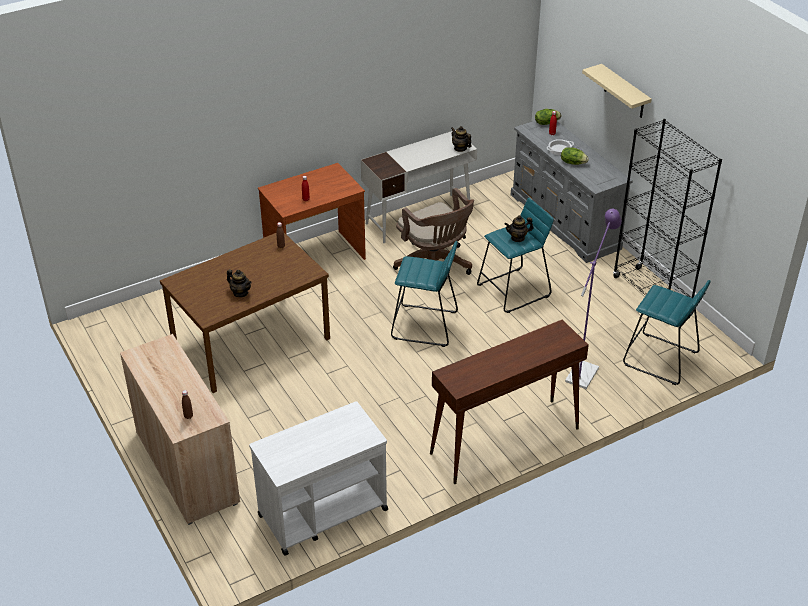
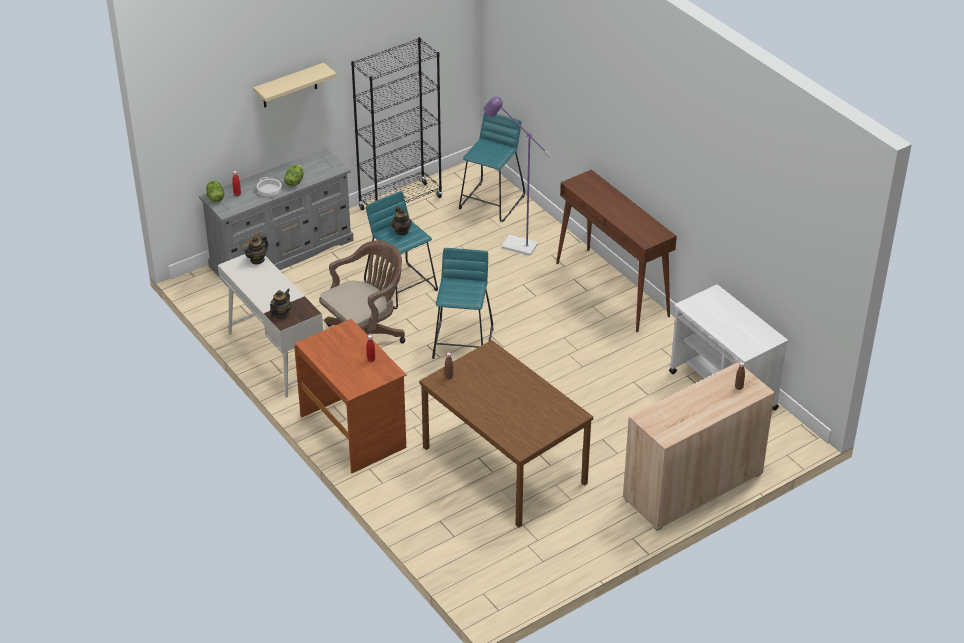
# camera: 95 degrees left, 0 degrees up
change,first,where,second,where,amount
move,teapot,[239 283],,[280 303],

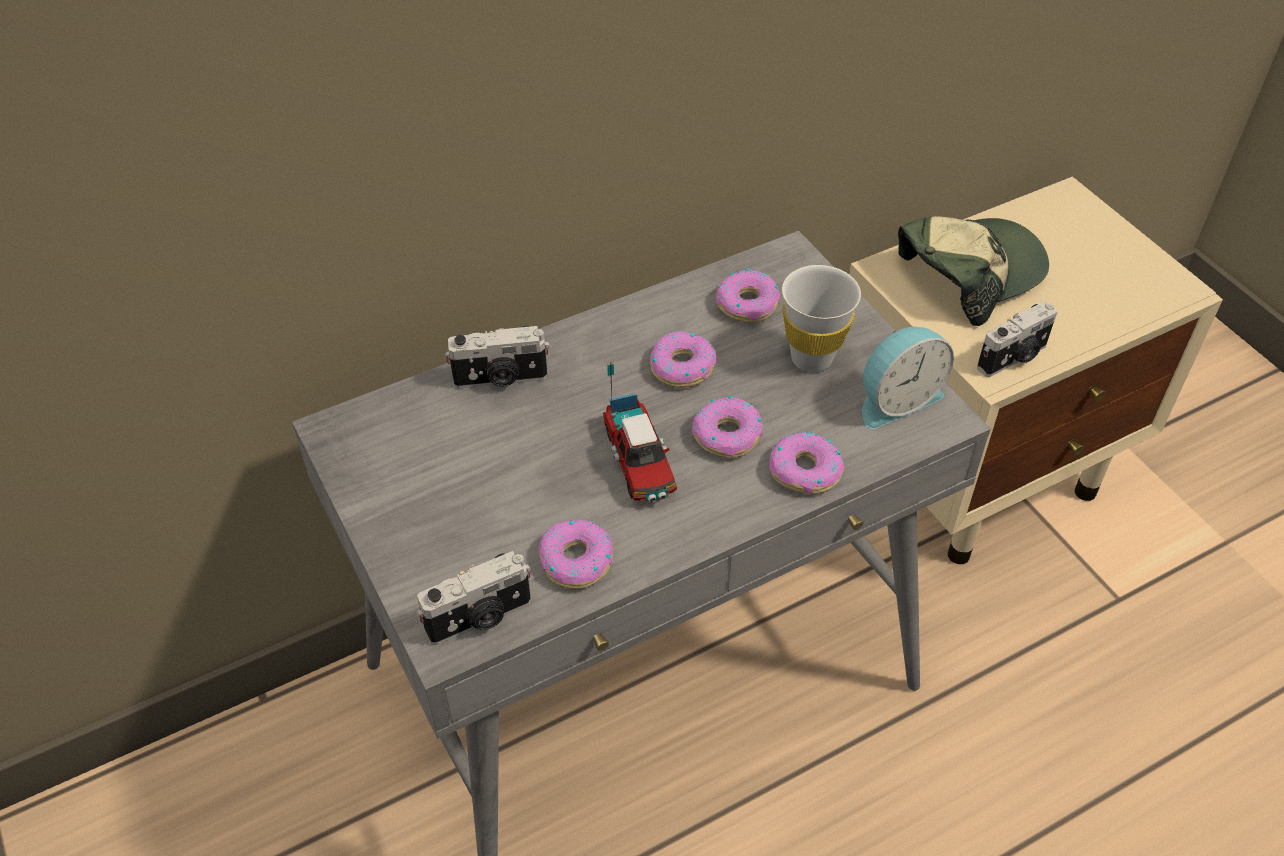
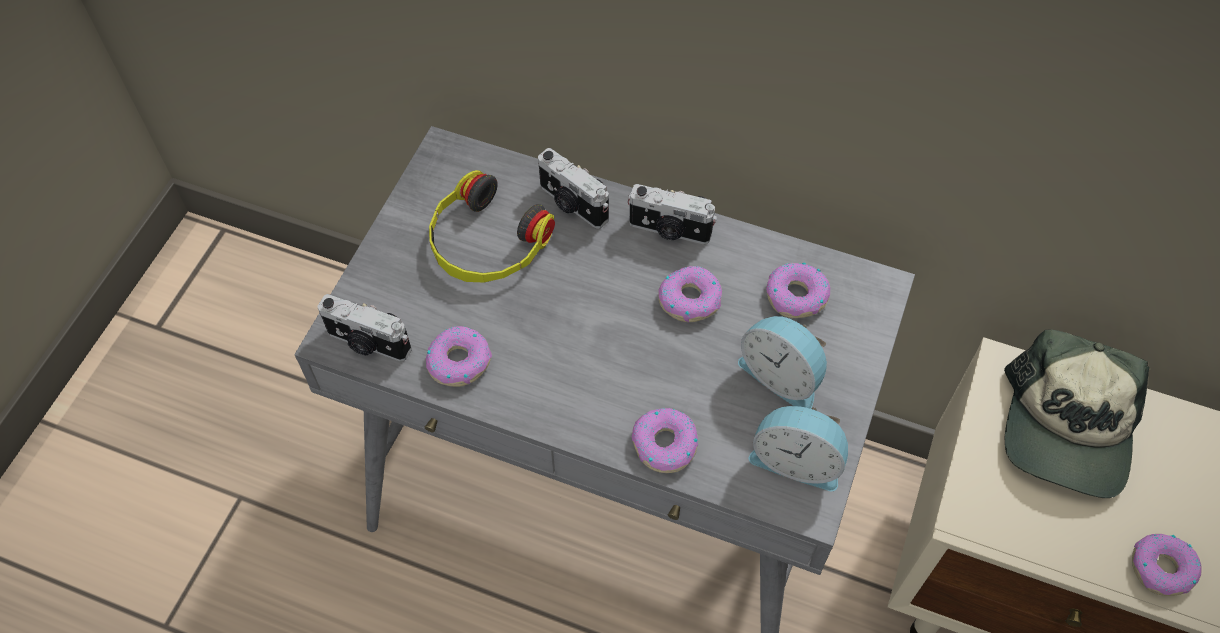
# camera: 50 degrees right, 10 degrees up
change,first,where,second,where,amount
insert,,,headphones,[492 226],
move,photo camera,[1017 339],,[672 214],
replace,white cup,[821 319],alarm clock,[782 362],
rotate,cap,[973 271],,[1076 413],90 degrees clockwise
move,donut,[727 427],,[1166 565],
delete,toy truck,[640 431],,,

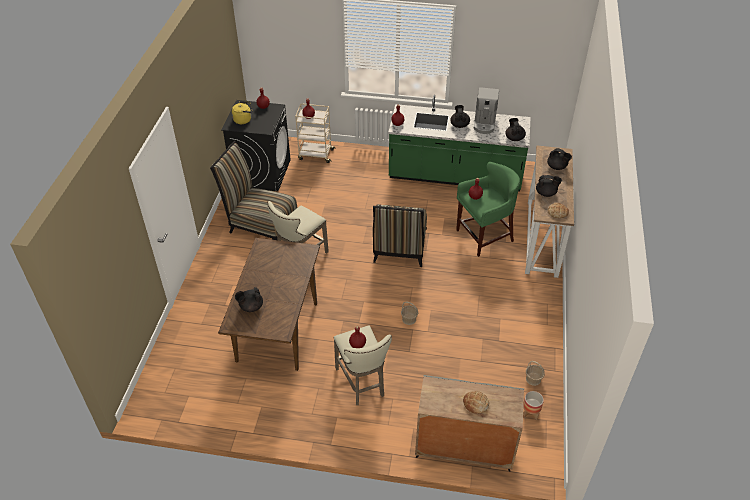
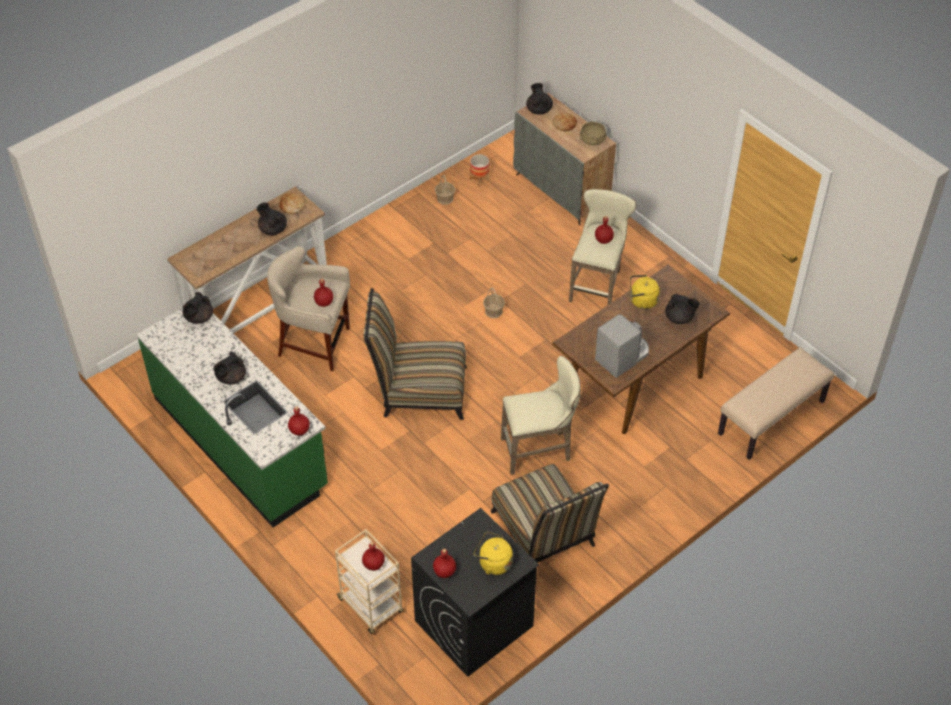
# camera: 140 degrees left, 5 degrees up
change,first,where,second,where,amount
recolor,green stool,[488 209],beige stool,[308 308],
rotate,chair,[400 235],,[415 354],135 degrees counterclockwise
move,black teapot,[559 159],,[539 99],
insert,,,beige cooking pot,[593 133],
move,coffee machine,[486 110],,[622 346],
insert,,,yellow kettle,[645 292],
insert,,,beige bench,[776 403],

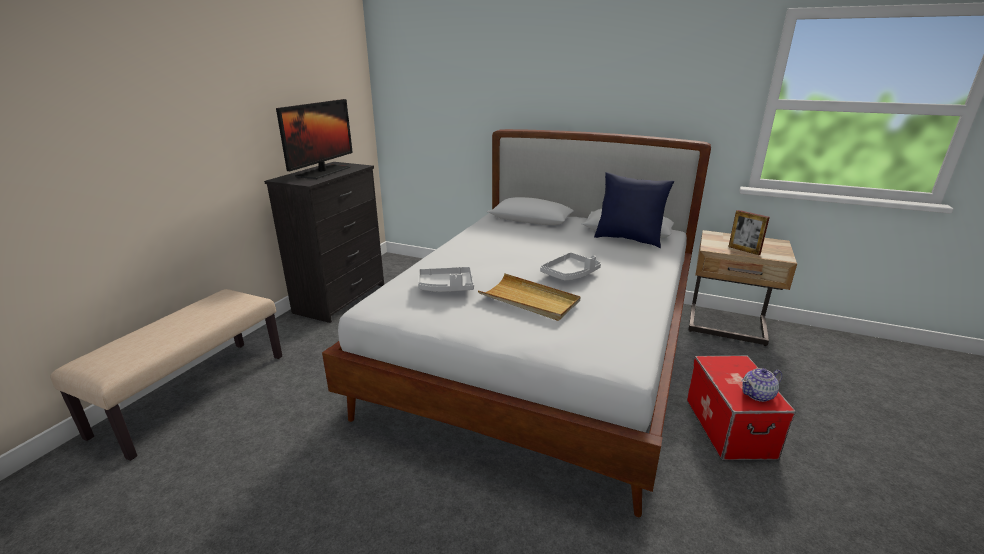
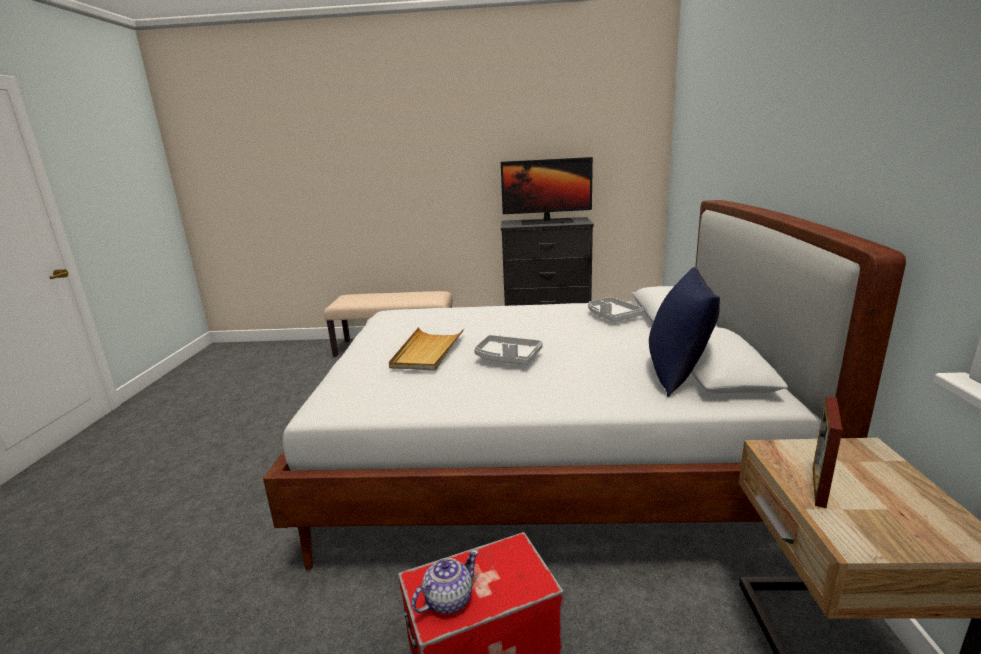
# camera: 70 degrees right, 5 degrees down
change,first,where,second,where,amount
rotate,teapot,[762 385],,[445 582],90 degrees clockwise
move,grey tray,[446 279],,[616 309],

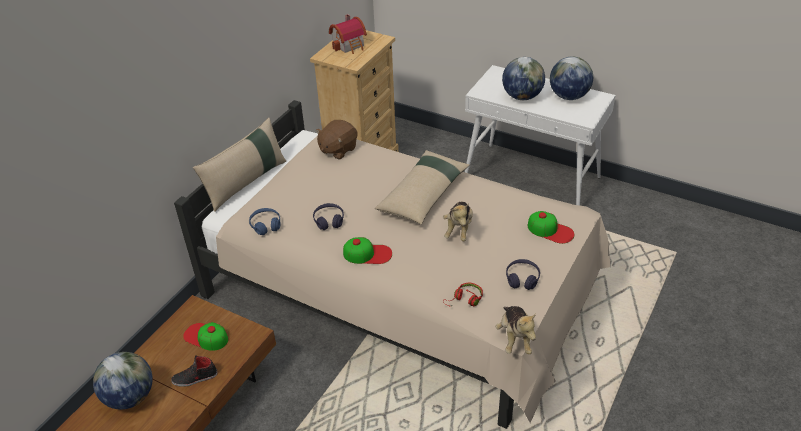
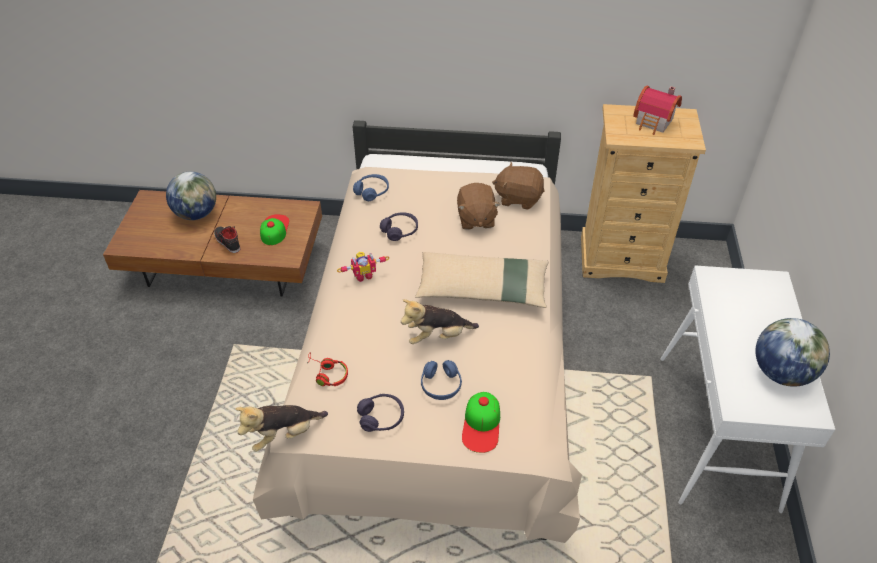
# camera: 65 degrees right, 5 degrees up
change,first,where,second,where,amount
replace,cap,[367 250],toy robot,[363 267],
insert,,,blue headphones,[441 380],
insert,,,brown plush toy,[479 206],
delete,beige pillow,[239 164],,,
delete,globe,[523 78],,,

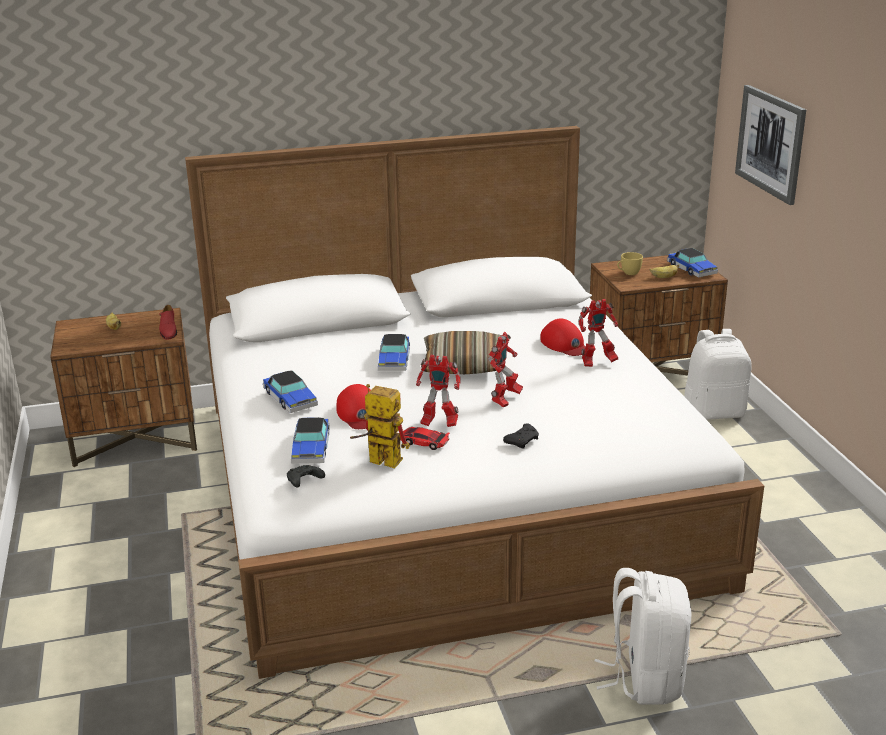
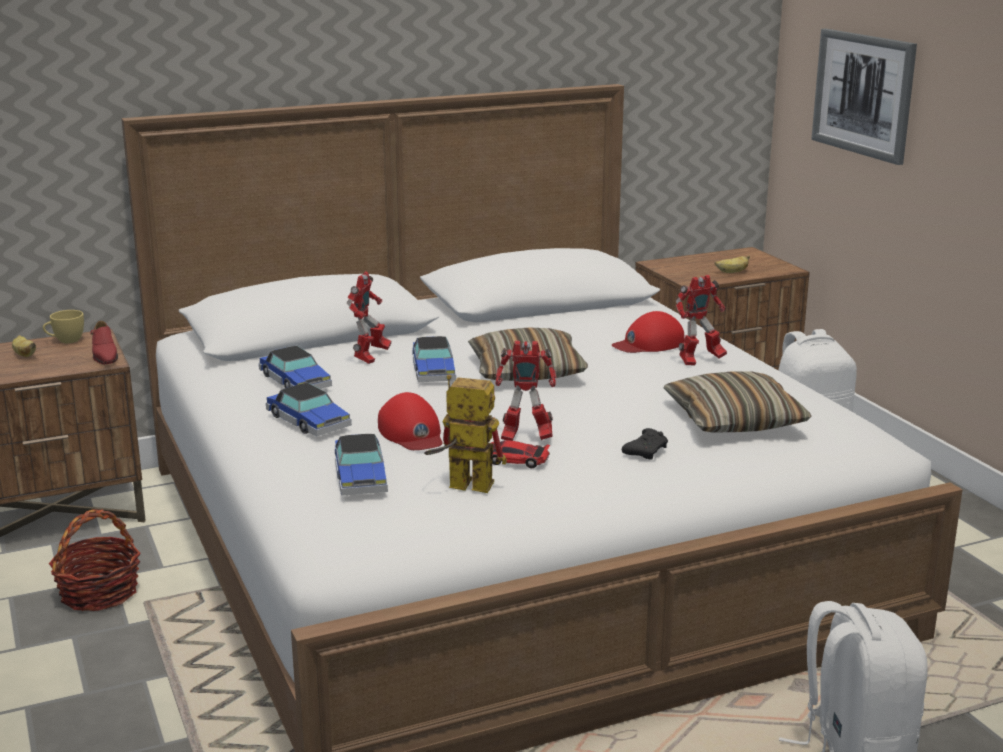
# camera: 10 degrees left, 5 degrees down
change,first,where,second,where,amount
move,yellow cup,[630 263],,[63 326],
insert,,,basket,[94 560],
move,toy car,[692 262],,[295 367],
move,toy robot,[505 369],,[369 317],
rotate,red cap,[562 337],,[648 332],105 degrees clockwise
insert,,,pillow,[737 401],
delete,black game controller,[306 476],,,

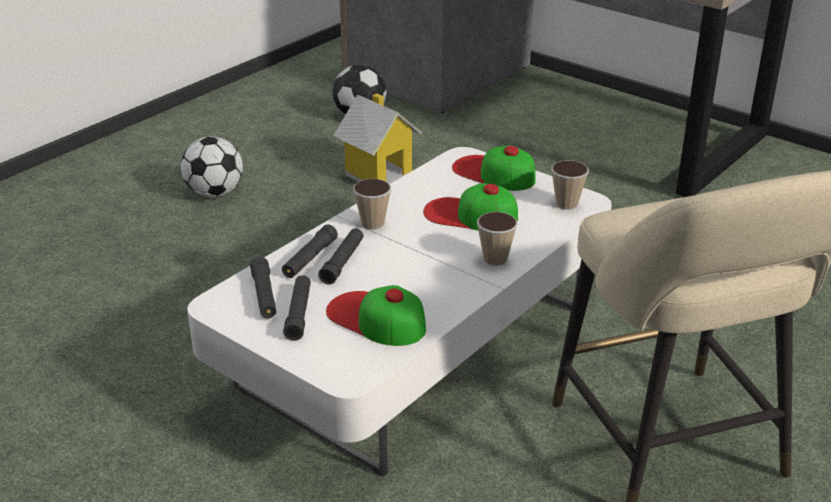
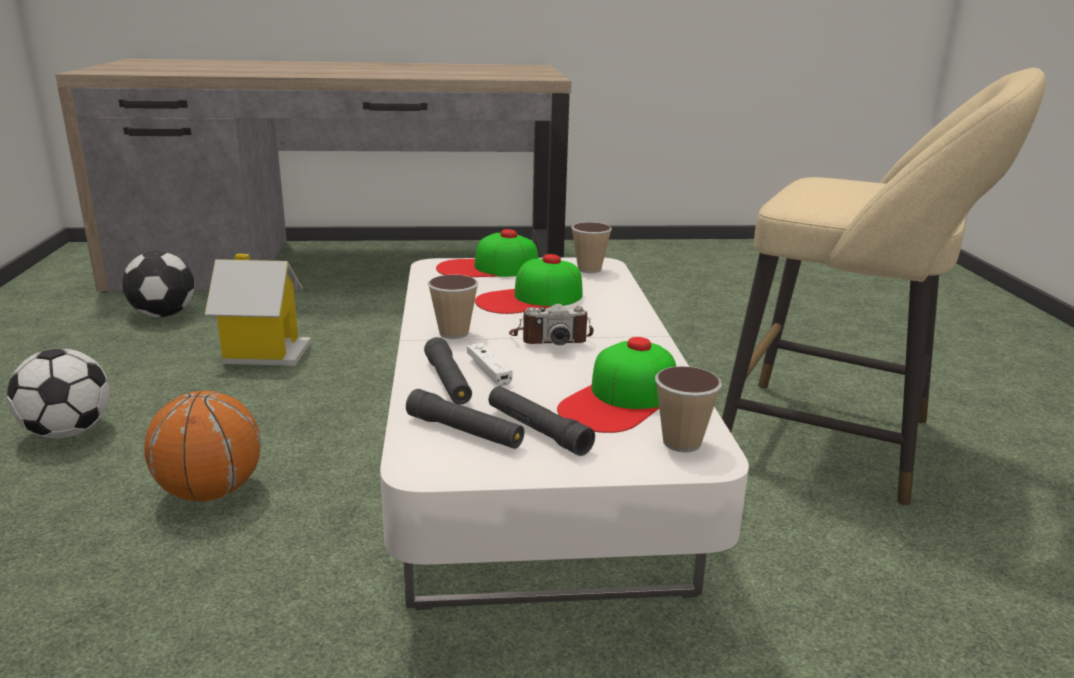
# camera: 45 degrees left, 10 degrees down
change,first,where,second,where,amount
insert,,,basketball,[202 446],
replace,black flashlight,[340 256],white game controller,[490 364],
insert,,,photo camera,[551 324],
rotate,cap,[376 315],,[616 385],45 degrees counterclockwise
move,cup,[497 239],,[688 409],

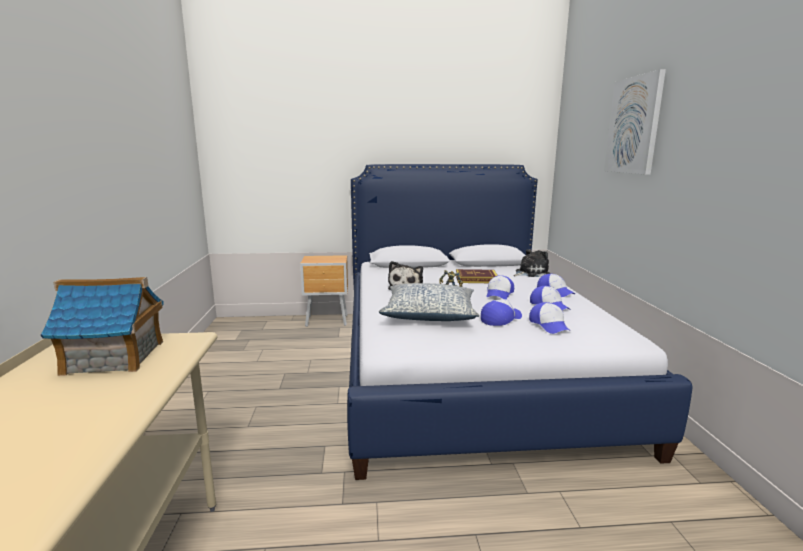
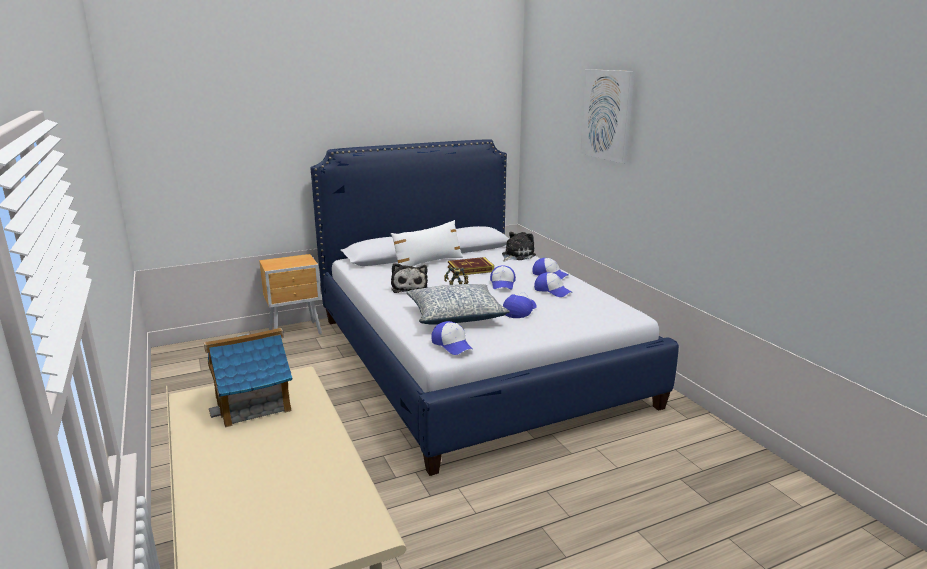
# camera: 20 degrees left, 5 degrees up
change,first,where,second,where,amount
insert,,,white pillow,[427 243],
move,cap,[549 318],,[451 338],

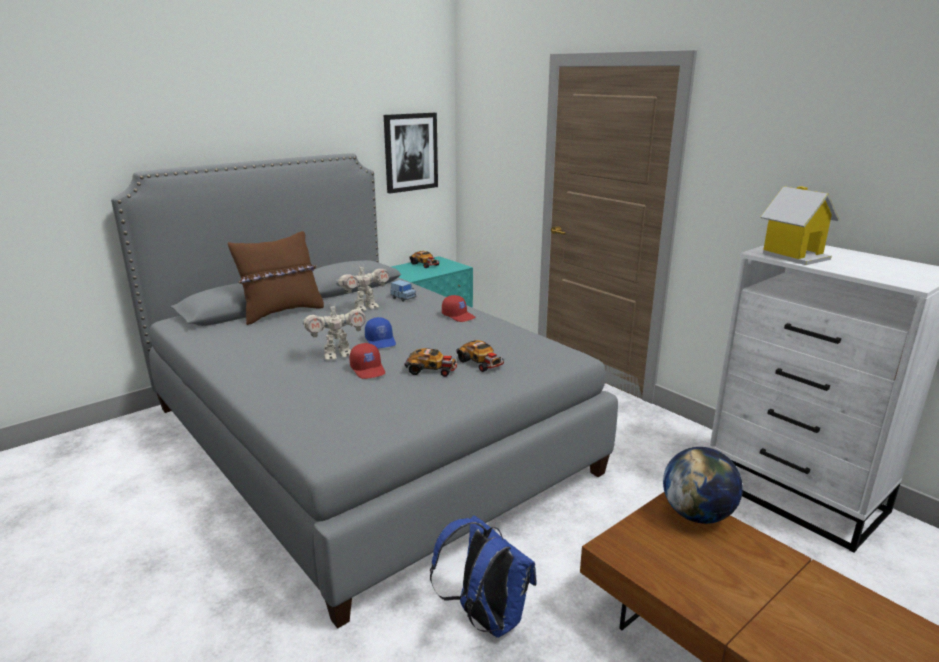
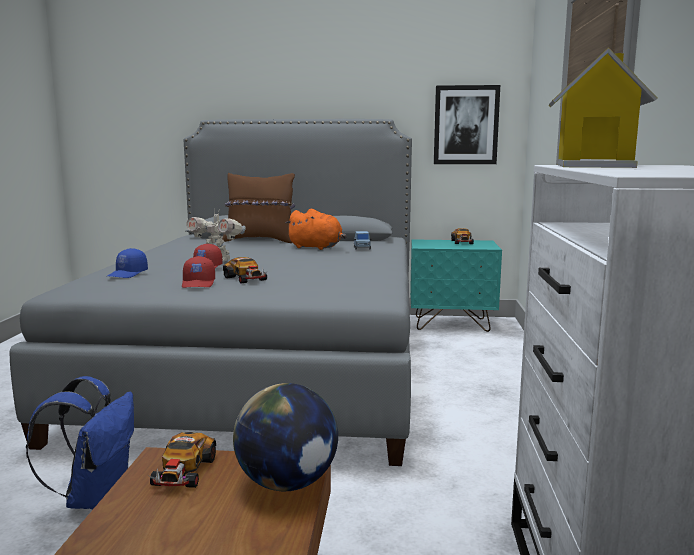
# camera: 45 degrees right, 10 degrees down
change,first,where,second,where,amount
move,blue cap,[380 333],,[128 263],
move,toy car,[481 356],,[182 460],
move,red cap,[458 308],,[198 272],
replace,toy robot,[362 288],orange plush toy,[316 229],

